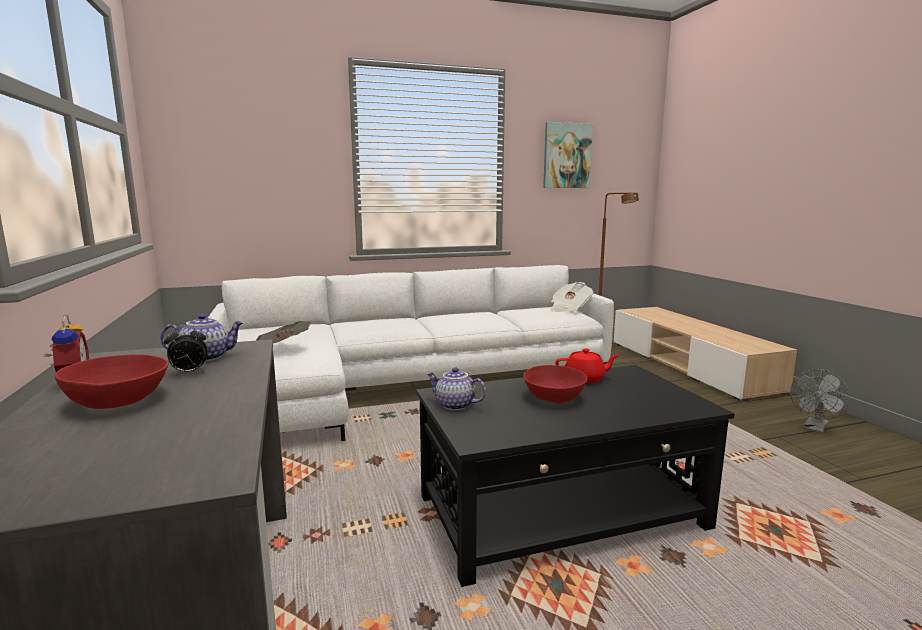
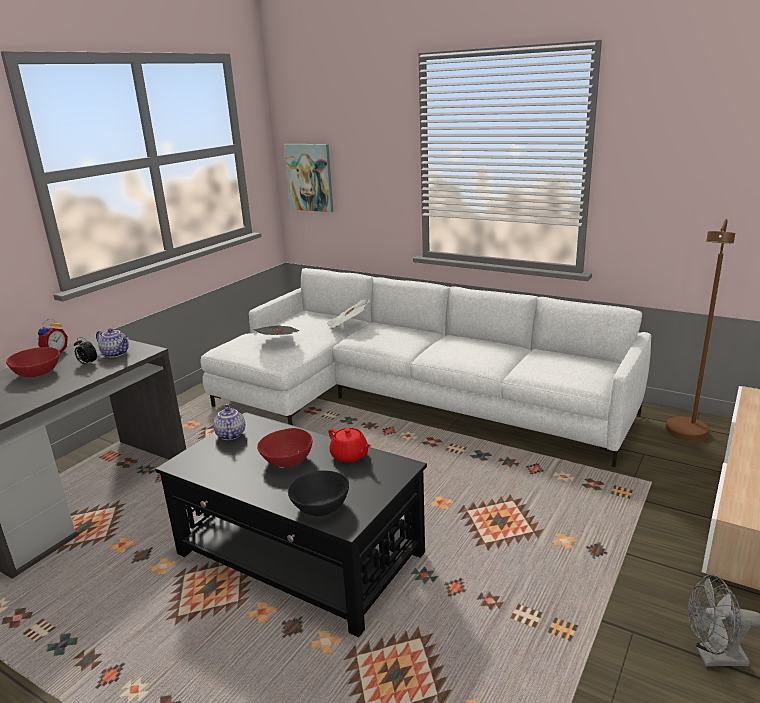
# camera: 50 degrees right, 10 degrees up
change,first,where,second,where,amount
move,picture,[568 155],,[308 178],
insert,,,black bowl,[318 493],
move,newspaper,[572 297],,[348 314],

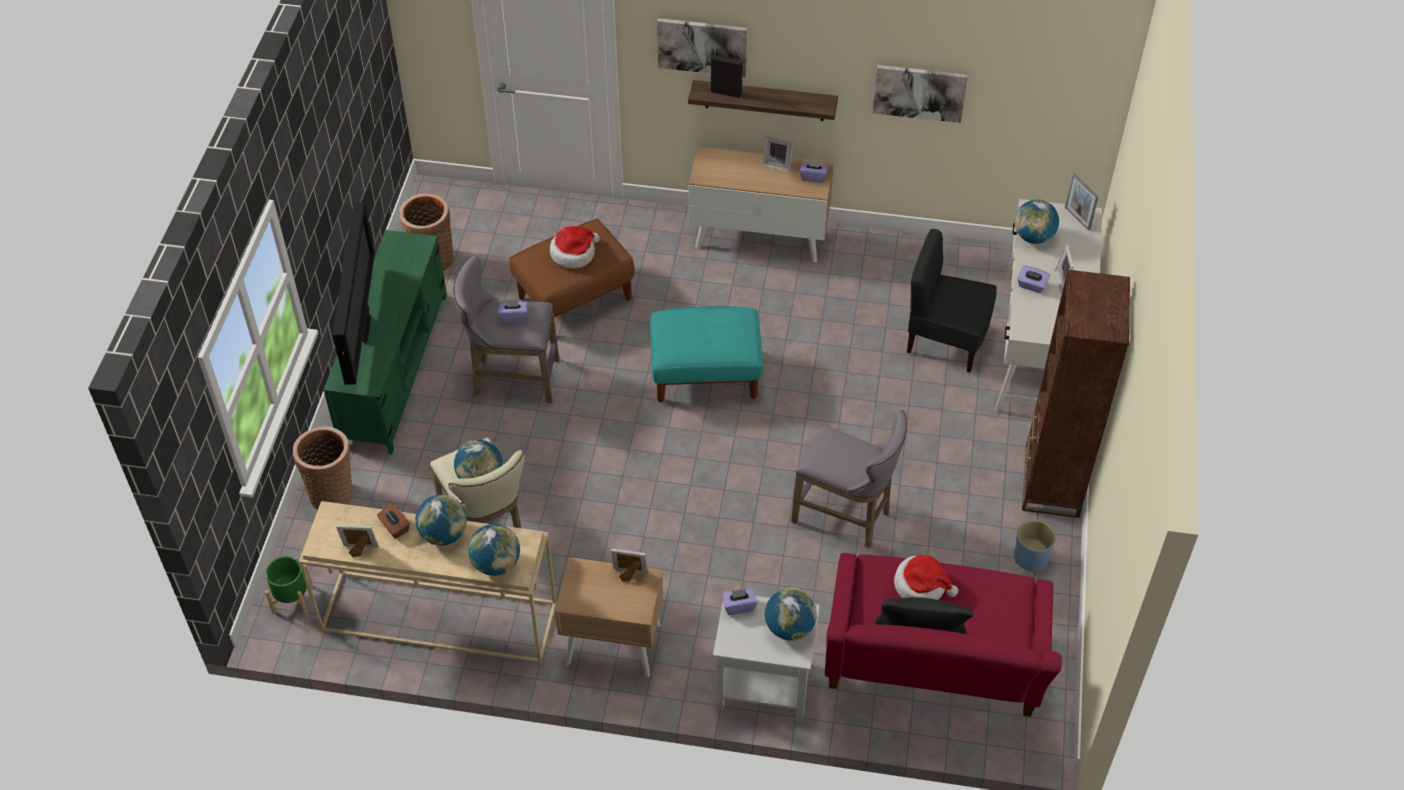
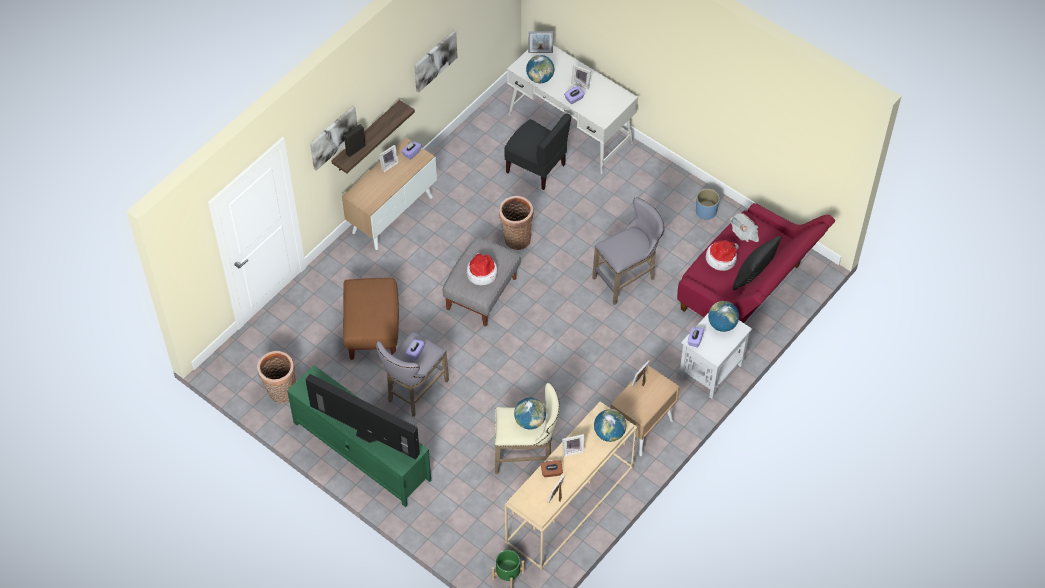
# camera: 60 degrees left, 5 degrees up
change,first,where,second,where,amount
recolor,turquoise ottoman,[706 354],grey ottoman,[482 281],
move,hat,[575 247],,[482 269],
move,basket,[323 468],,[516 223],
rotate,black chair,[952 301],,[537 152],105 degrees counterclockwise
replace,globe,[441 520],picture frame,[573 445],
insert,,,newspaper,[744 227],
delete,brown bookcase,[1076 394],,,

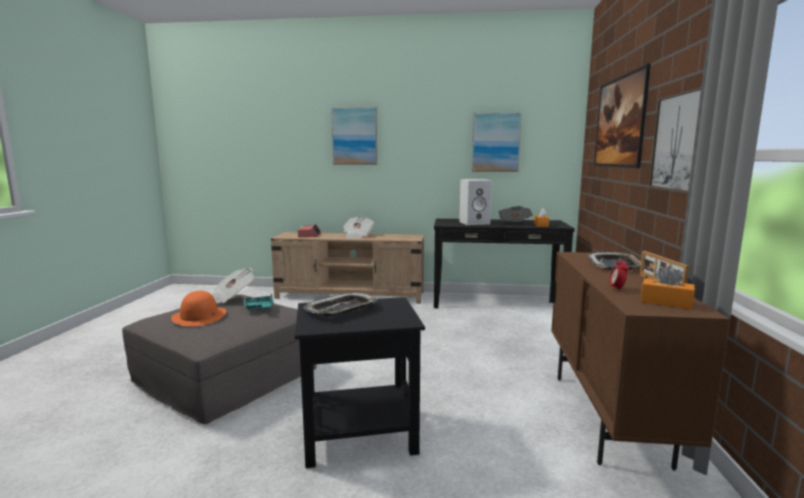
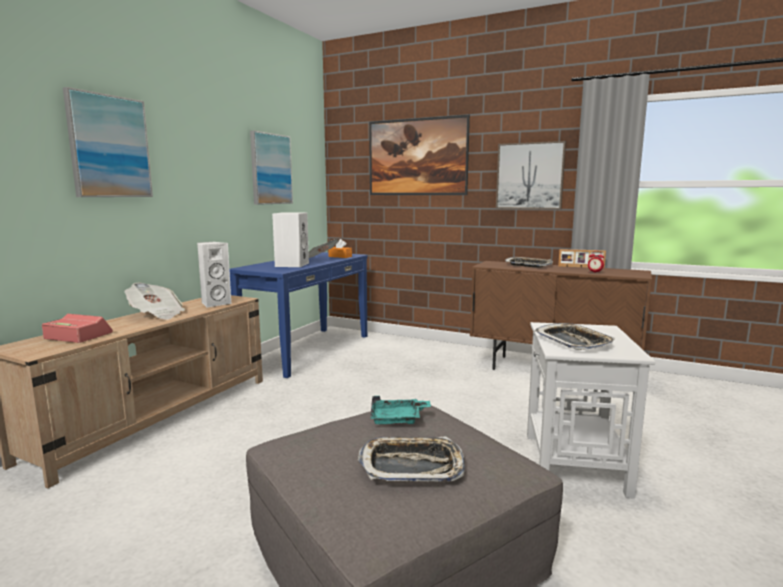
# camera: 70 degrees left, 0 degrees up
change,first,where,second,where,amount
insert,,,white speaker,[214 274],
recolor,black console table,[504 263],blue console table,[298 315],
replace,orange hat,[199 309],tray,[411 459],
recolor,black side table,[360 382],white side table,[591 410],
delete,newspaper,[233 285],,,
delete,orange tissue box,[668 288],,,

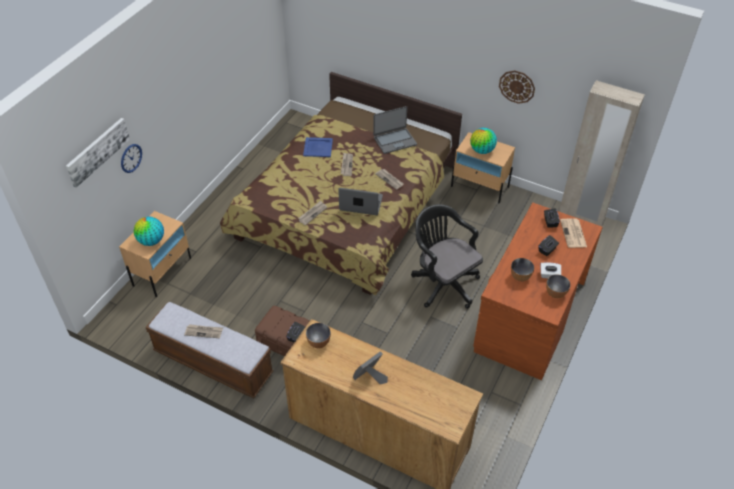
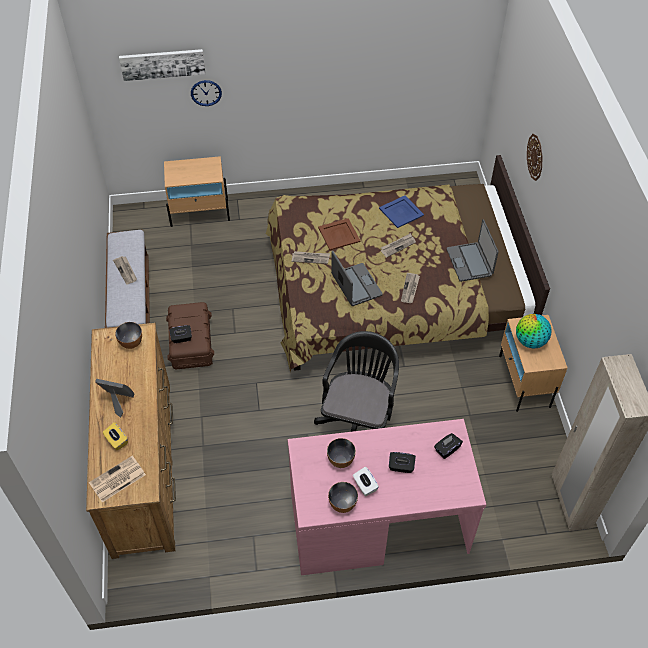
# camera: 55 degrees right, 5 degrees up
change,first,where,second,where,amount
move,newspaper,[573 233],,[117 479],
insert,,,yellow tissue box,[115 436],
recolor,brown desk,[538 291],pink desk,[387 497],
insert,,,brown tray,[339 234],
rotate,laptop,[395 130],,[473 250],45 degrees clockwise
move,wall clock,[517 87],,[535 157],
delete,globe,[149 231],,,

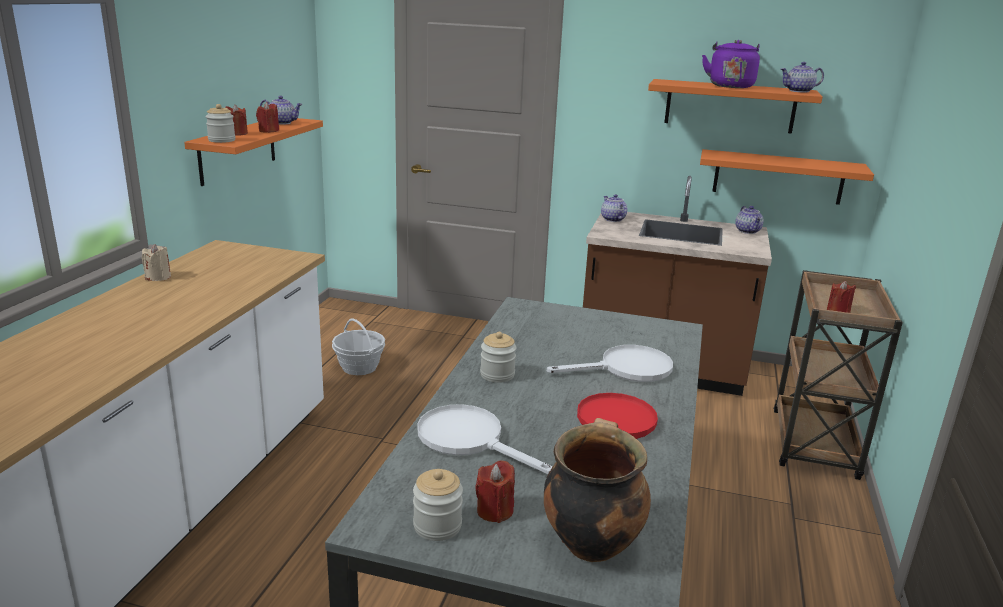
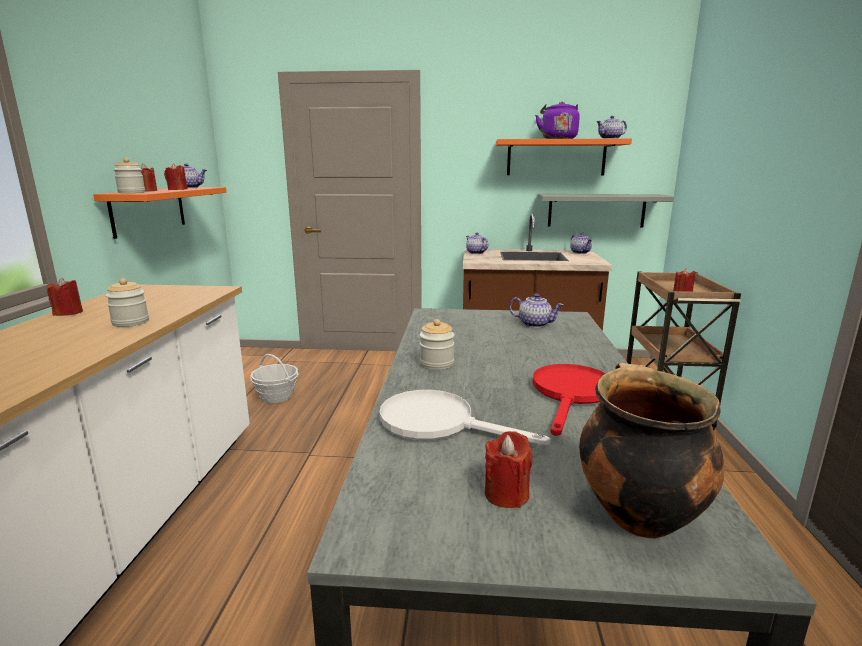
# camera: 10 degrees left, 5 degrees down
change,first,where,second,where,amount
recolor,beige candle,[156 262],red candle,[65 297],
move,jar,[438 505],,[127 302],
insert,,,teapot,[536 311],
recolor,orange shelf,[787 177],grey shelf,[605 210],
delete,white frying pan,[610 363],,,

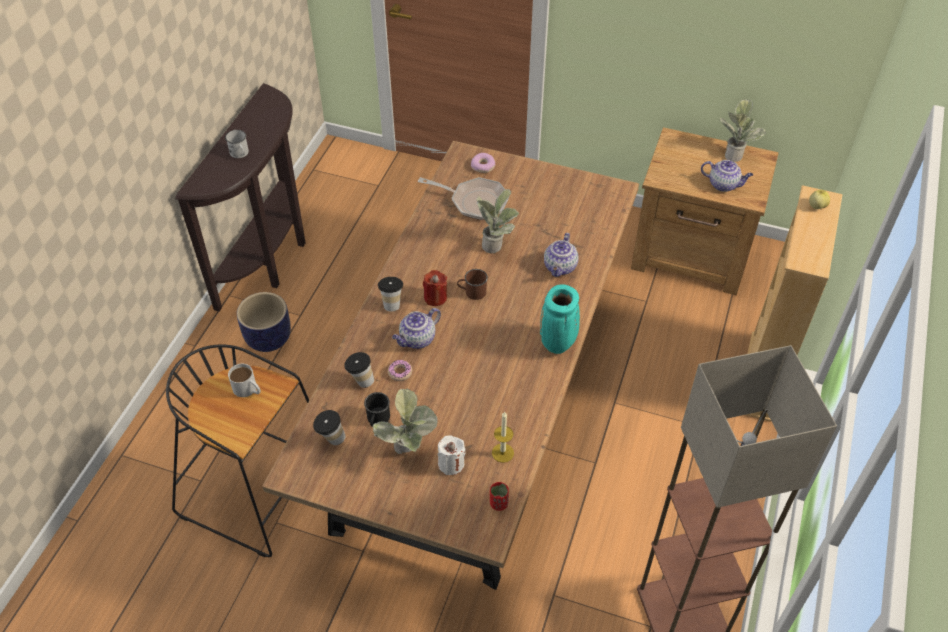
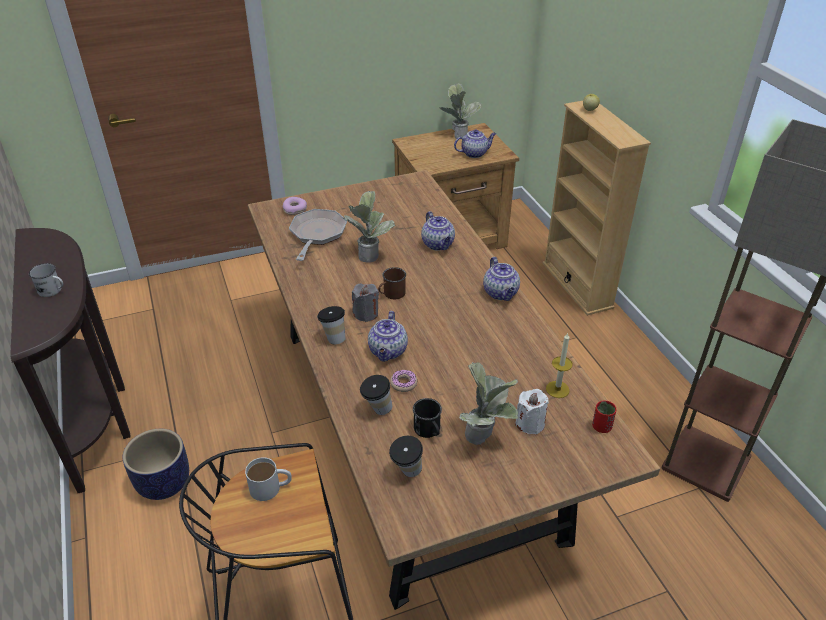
# camera: 40 degrees left, 10 degrees down
change,first,where,second,where,amount
rotate,frying pan,[463 198],,[318 235],60 degrees counterclockwise
recolor,red candle,[435 288],grey candle,[365 302],
replace,turquoise vase,[560 319],teapot,[501 279],

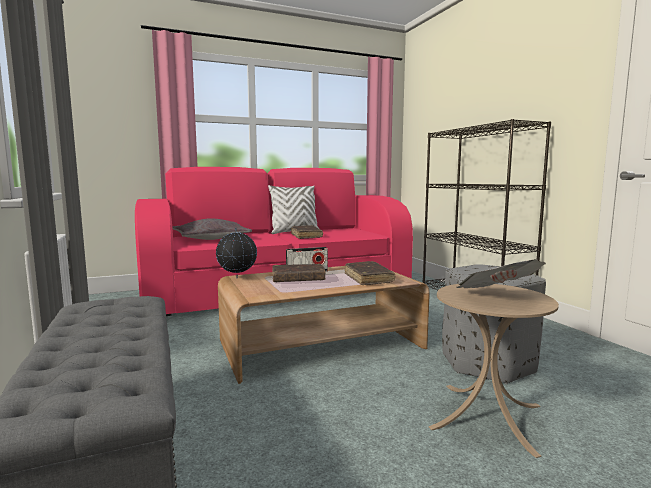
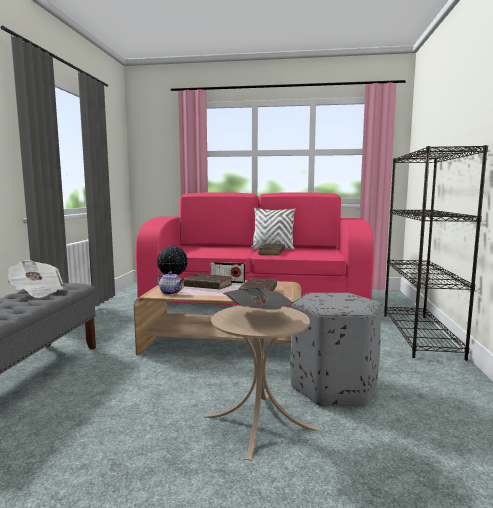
# camera: 30 degrees right, 0 degrees up
change,first,where,second,where,amount
insert,,,newspaper,[35 279],
insert,,,teapot,[171 283],
delete,grey pillow,[212 229],,,

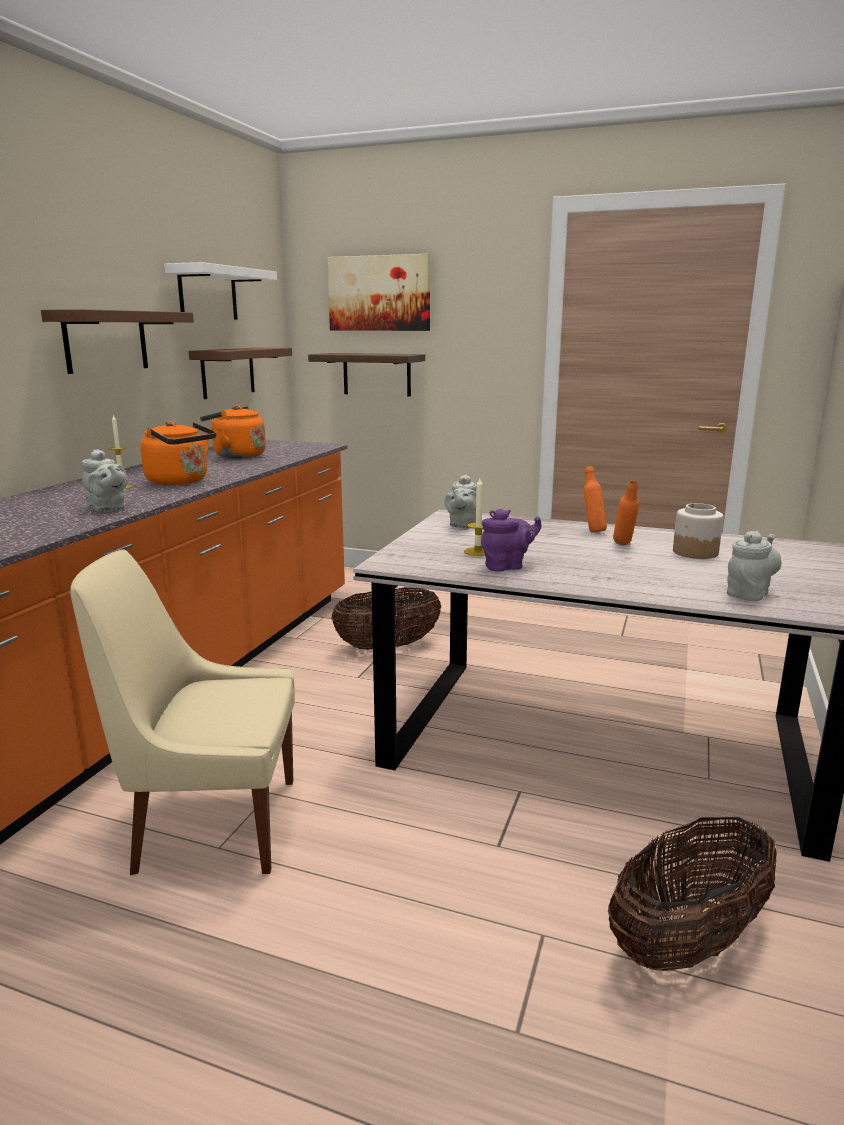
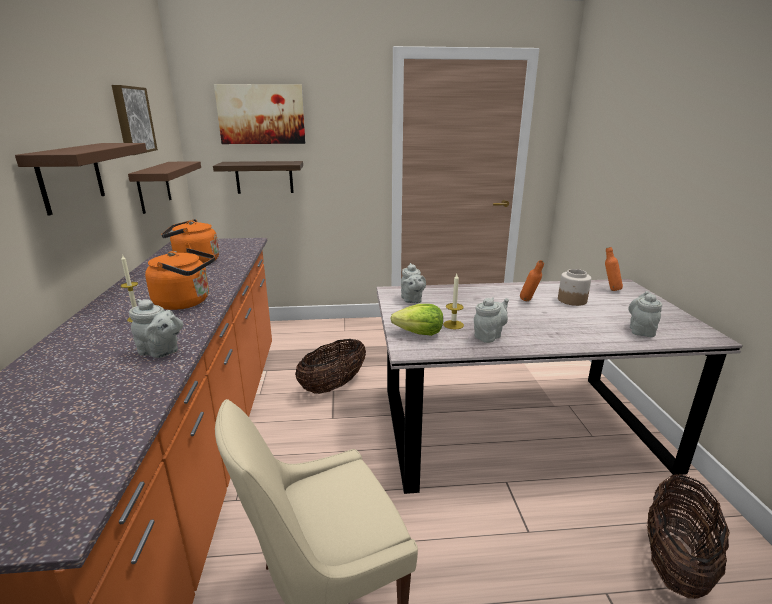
# camera: 25 degrees left, 5 degrees up
change,first,where,second,where,amount
replace,white shelf,[220 290],picture,[135 120],
insert,,,lettuce,[417 320],
recolor,purple teapot,[511 540],grey teapot,[491 320],
move,orange bottle,[595 499],,[614 269],

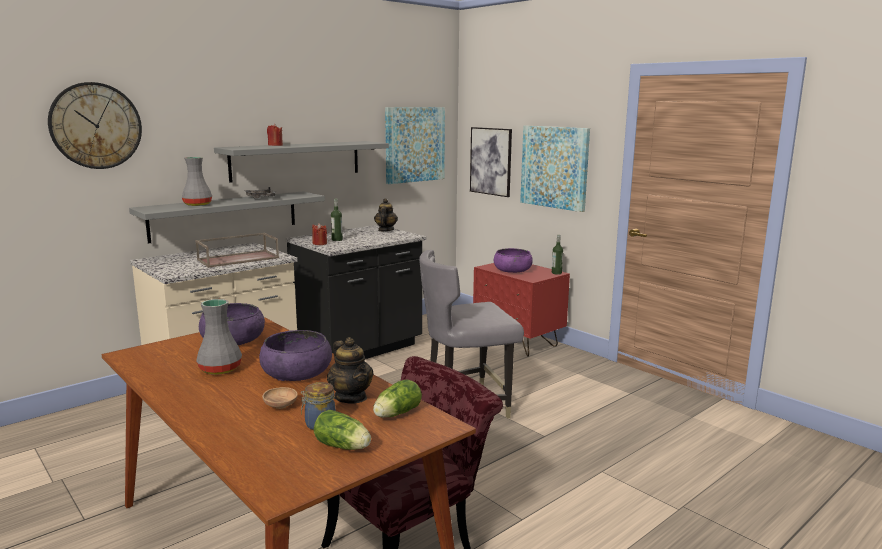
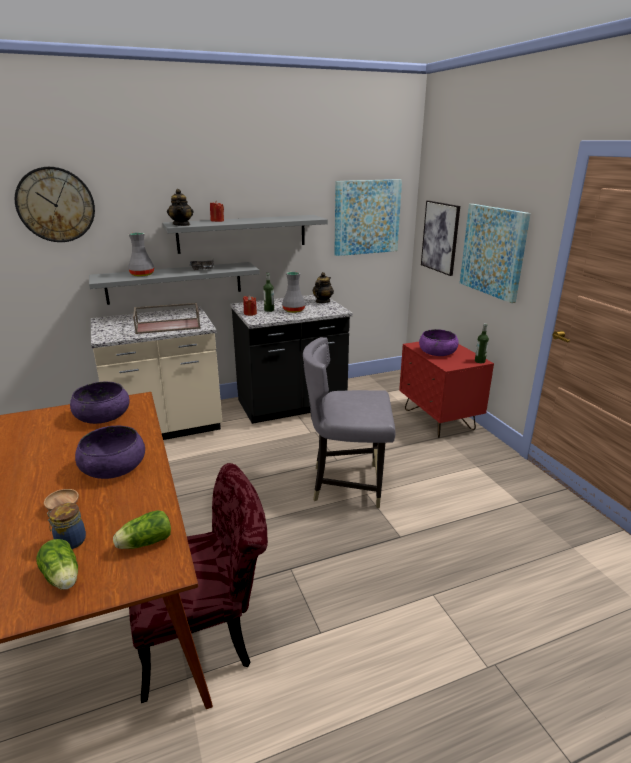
# camera: 20 degrees right, 10 degrees up
change,first,where,second,where,amount
move,teapot,[350 370],,[180 207],
move,grey vase,[219 337],,[293 292],

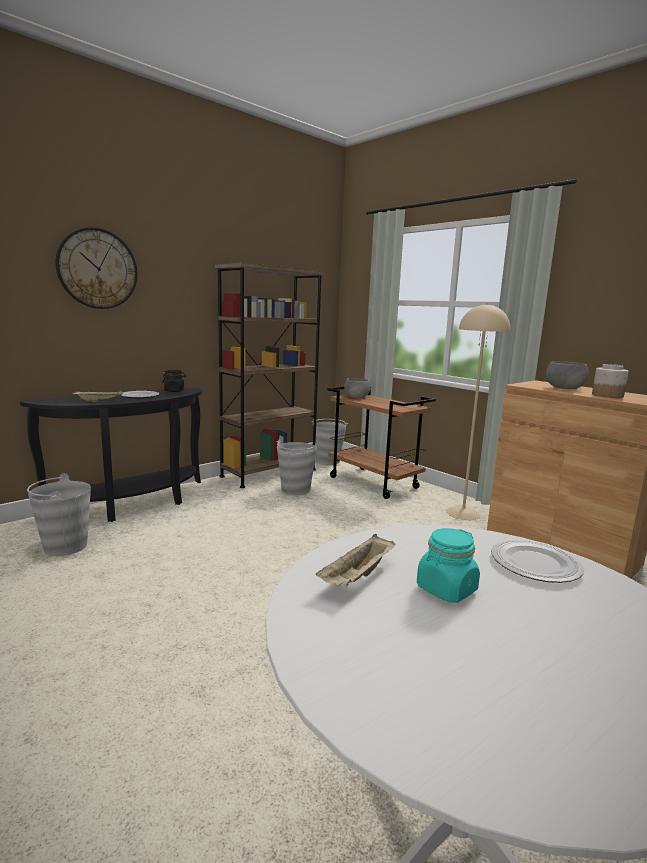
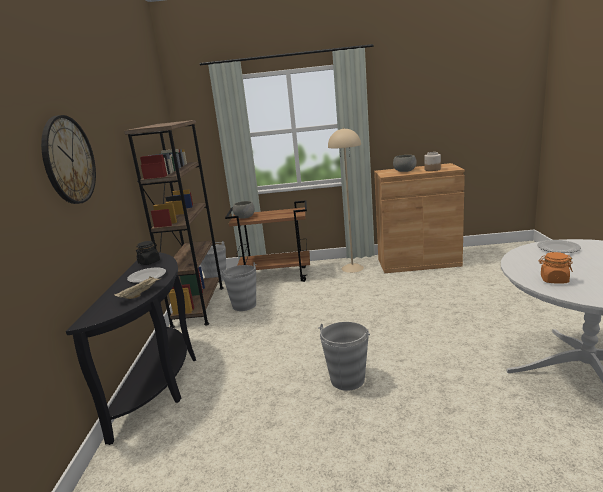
# camera: 45 degrees left, 5 degrees up
change,first,where,second,where,amount
move,grey bucket,[59 514],,[344 356],
replace,beige tray,[355 560],orange jar,[556 268],
delete,turquoise jar,[448 565],,,

